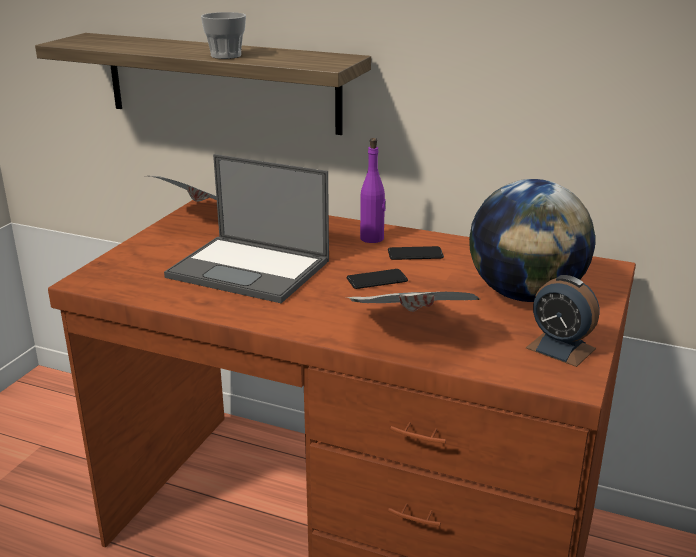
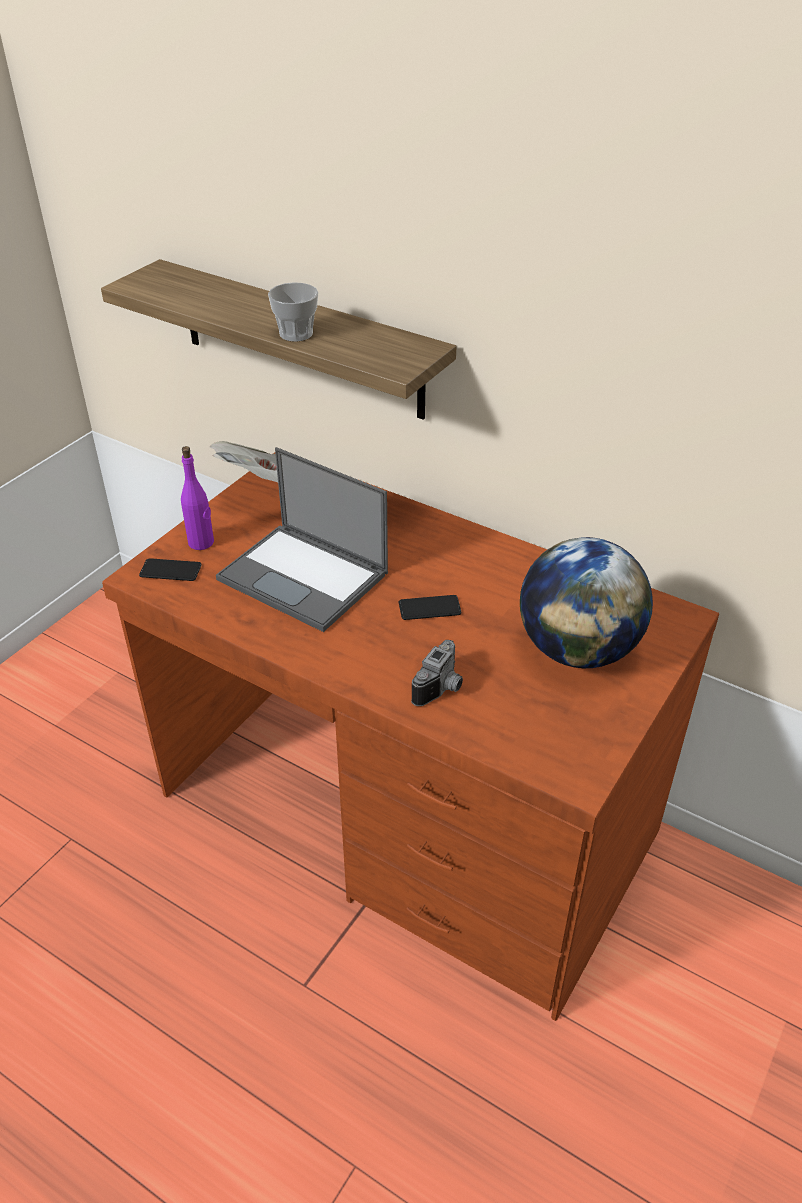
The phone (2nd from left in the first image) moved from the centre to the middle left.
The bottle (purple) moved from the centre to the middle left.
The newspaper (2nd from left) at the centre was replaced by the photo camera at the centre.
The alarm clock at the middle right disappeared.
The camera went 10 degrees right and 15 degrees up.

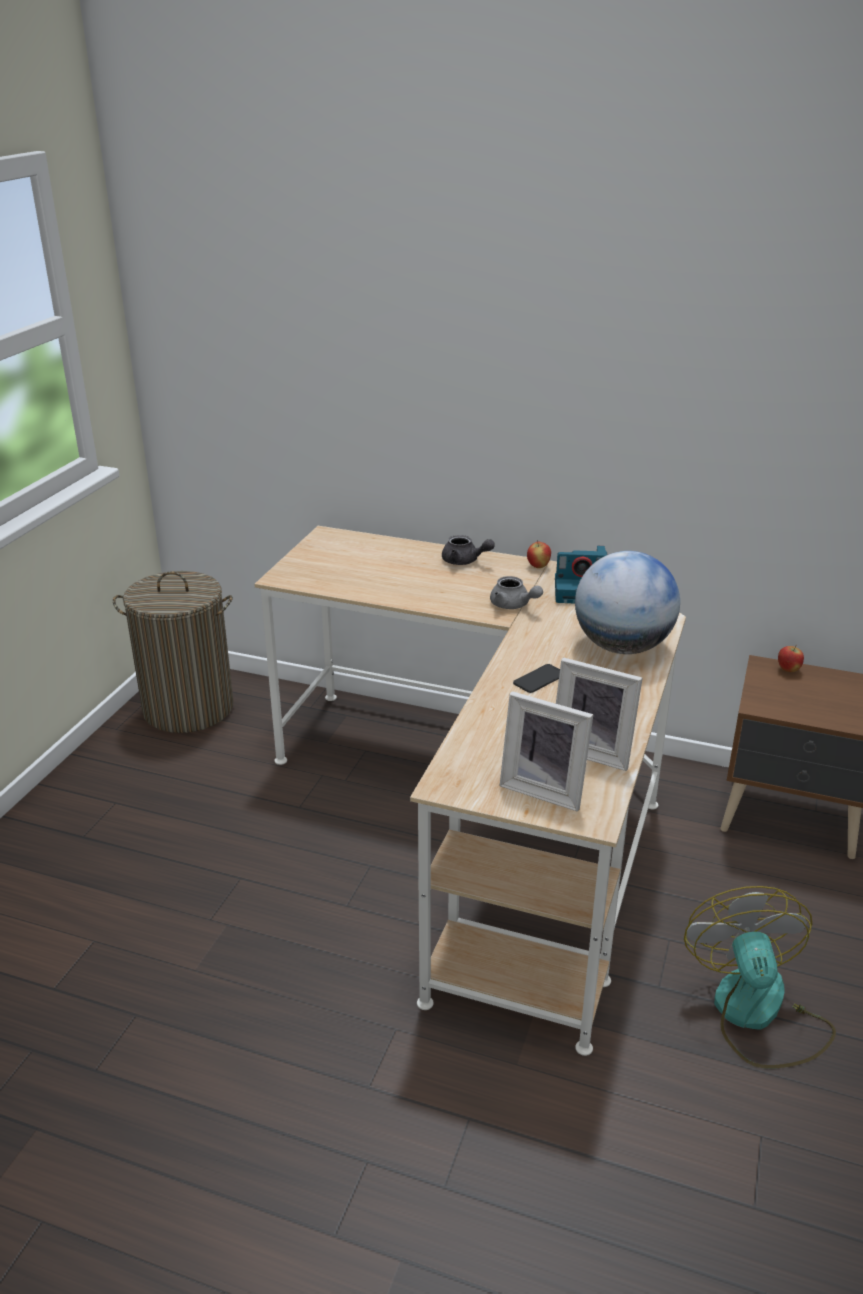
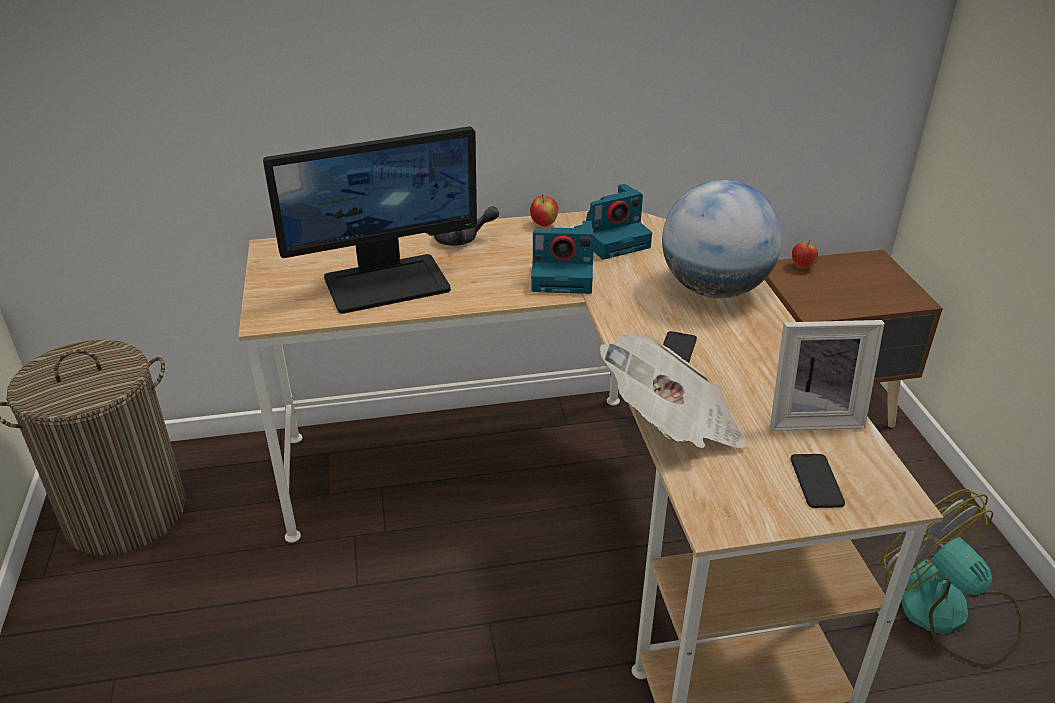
The monitor at the top centre appeared.
The teapot (grey) (2nd from left) at the centre was replaced by the photo camera (1st from left) at the centre.
The newspaper at the centre appeared.
The picture frame (1st from left) at the centre was replaced by the phone (2nd from left) at the bottom right.
The camera went 30 degrees left and 5 degrees up.

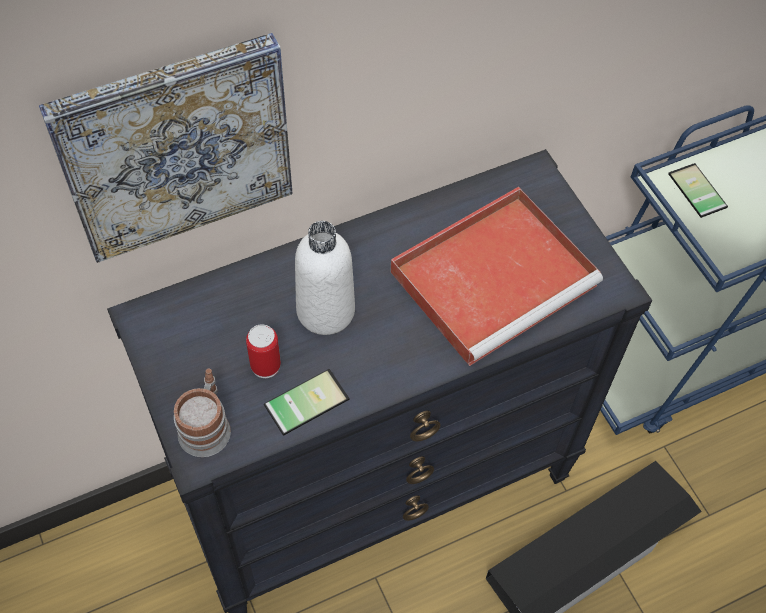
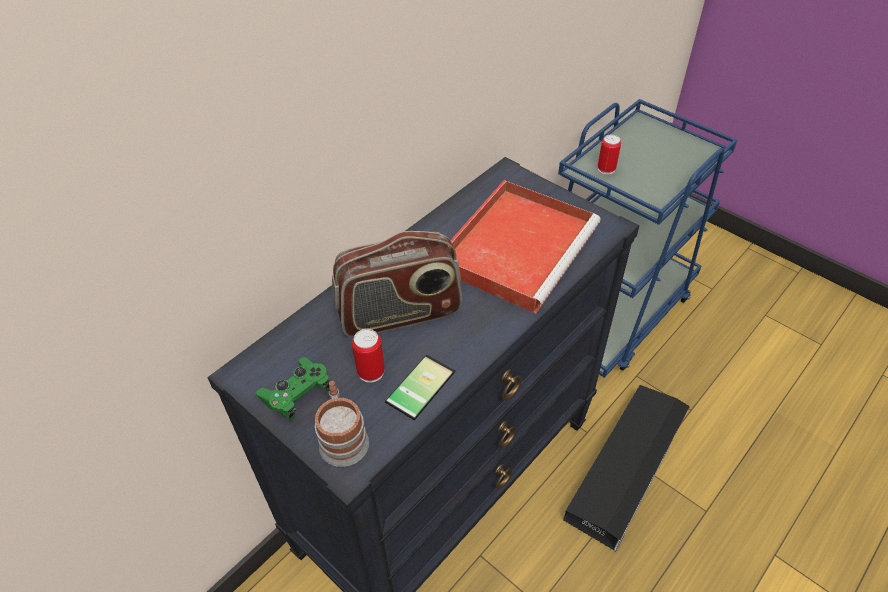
The game controller (green) at the middle left appeared.
The bottle (white) at the centre was replaced by the radio at the centre.
The phone (2nd from left) at the top right was replaced by the can (2nd from left) at the top right.
The picture at the top left disappeared.
The camera went 20 degrees left and 10 degrees down.

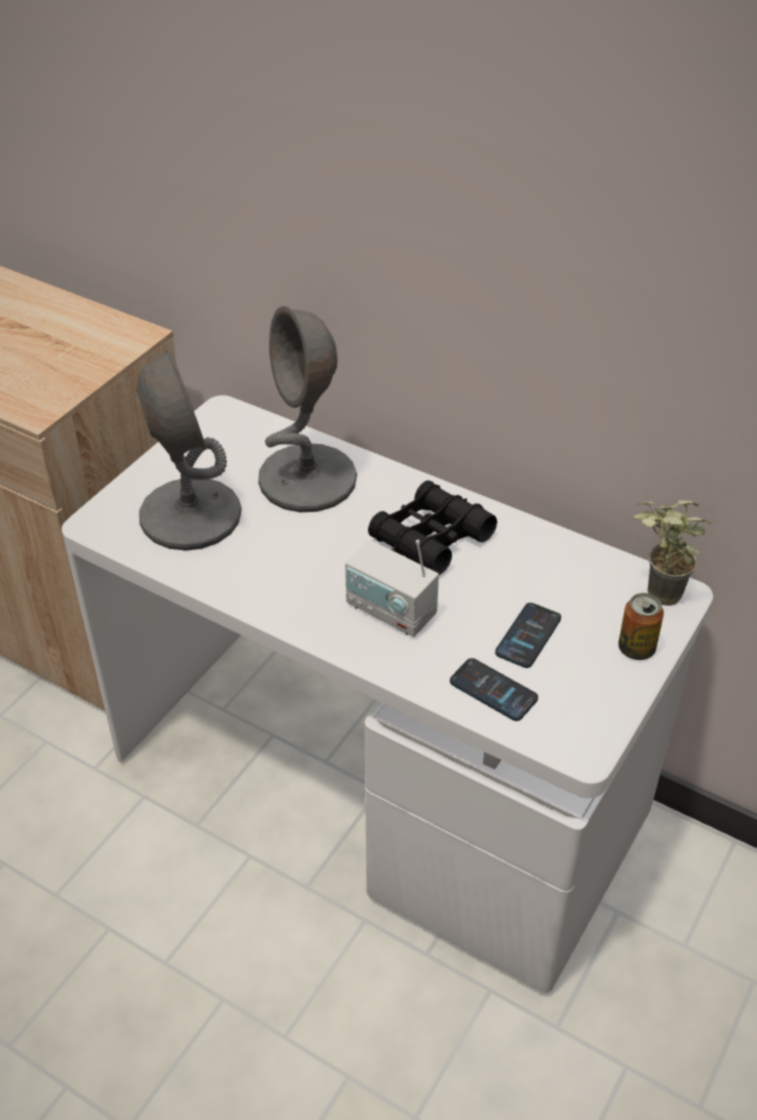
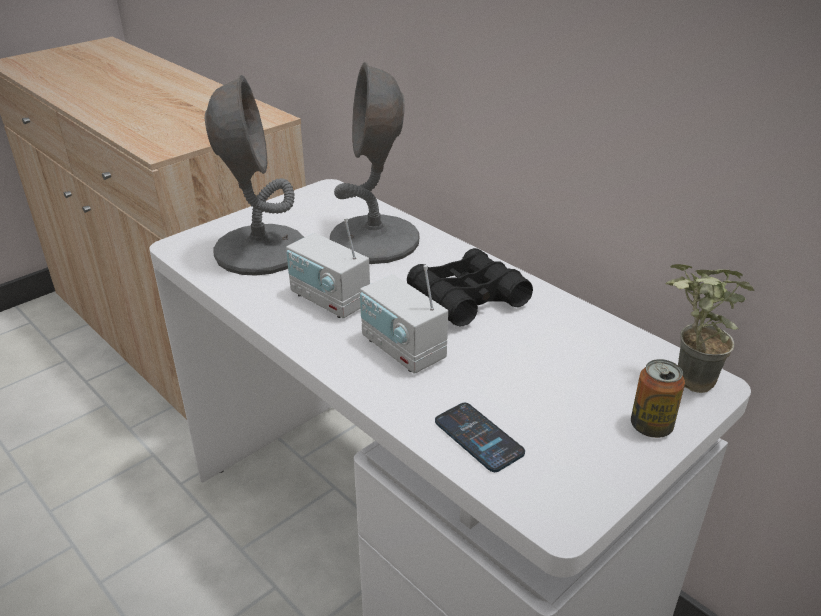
The radio (1st from left) at the centre appeared.
The phone (2nd from left) at the middle right disappeared.
The camera went 15 degrees right and 10 degrees down.

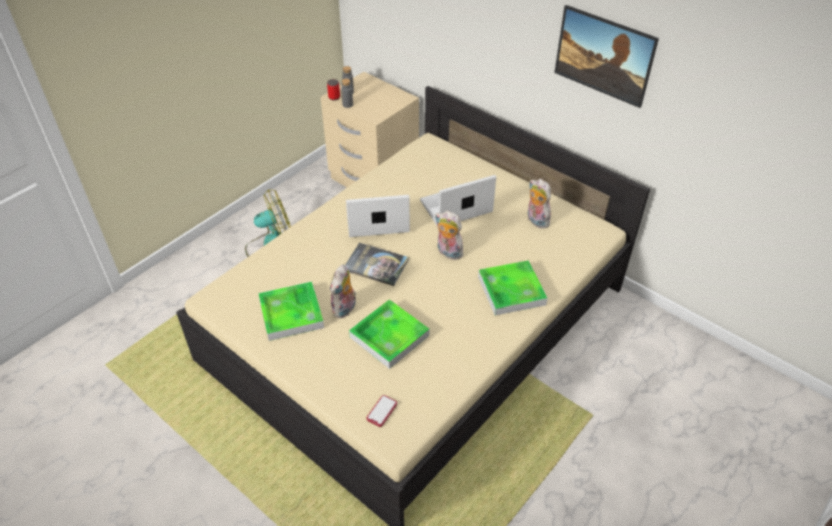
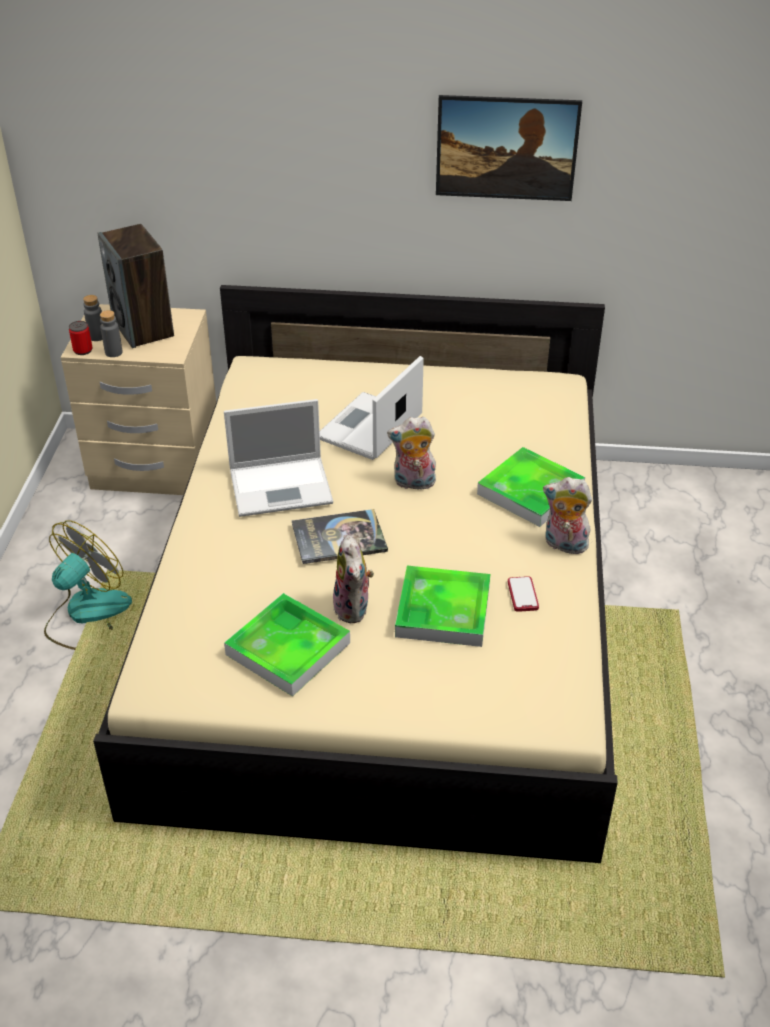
The speaker at the top left appeared.
The laptop (1st from left) at the centre turned 150 degrees counterclockwise.
The phone moved from the bottom centre to the middle right.
The plush toy (3rd from left) moved from the centre to the middle right.
The camera went 35 degrees left and 5 degrees down.

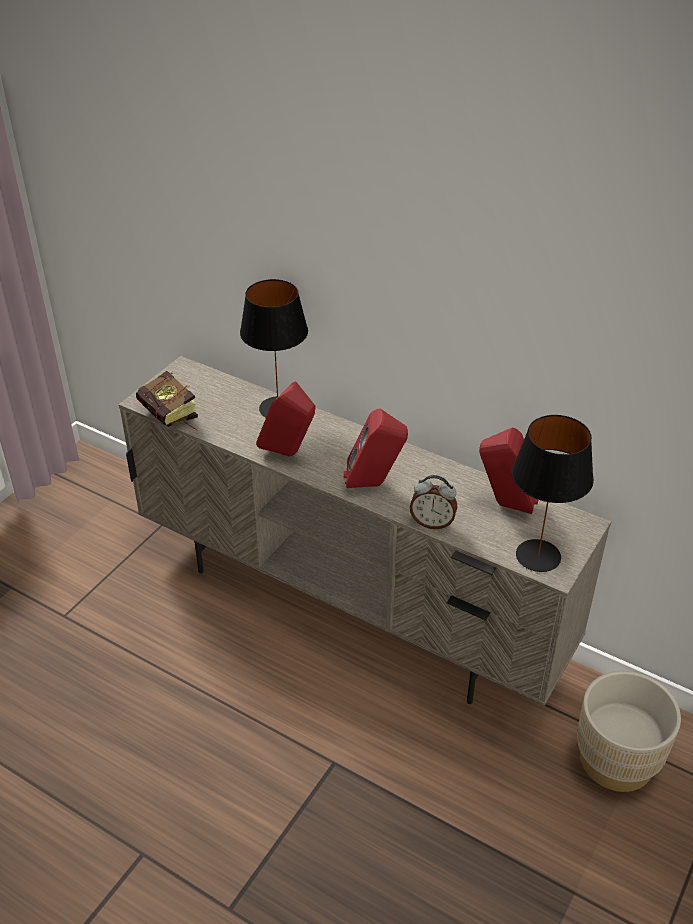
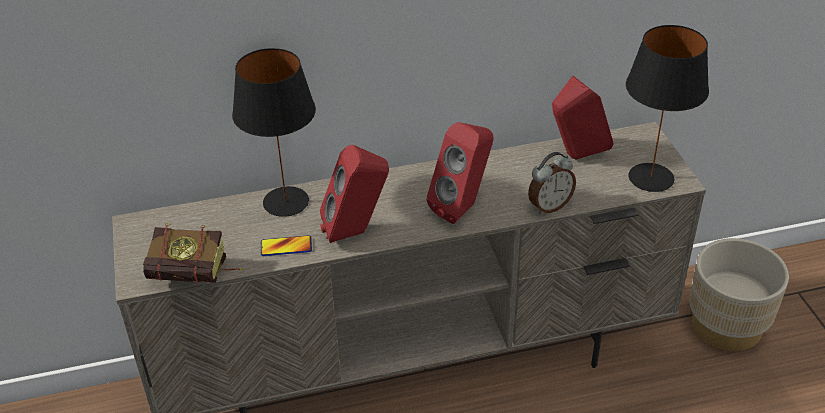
The phone at the centre appeared.
The camera went 45 degrees left and 0 degrees up.

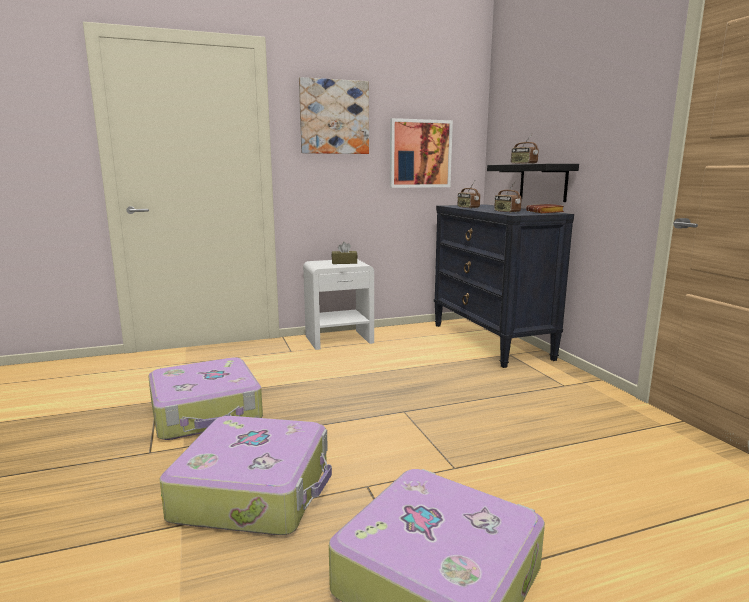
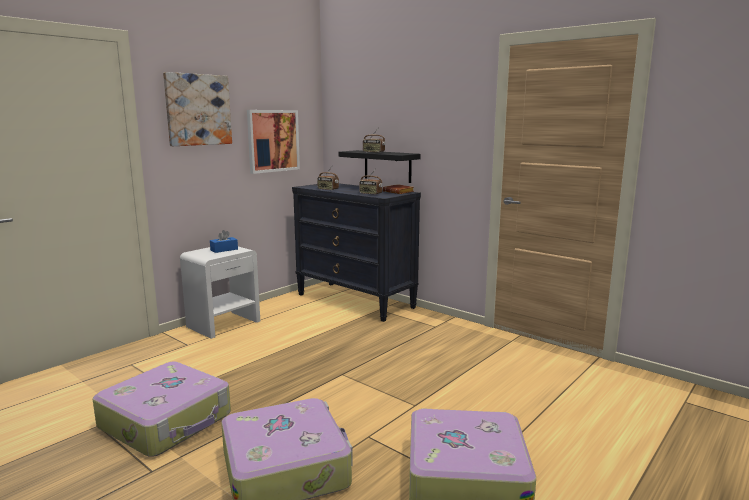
The tissue box (brown) at the centre became the tissue box (blue) at the middle left.
The camera went 30 degrees left and 0 degrees up.

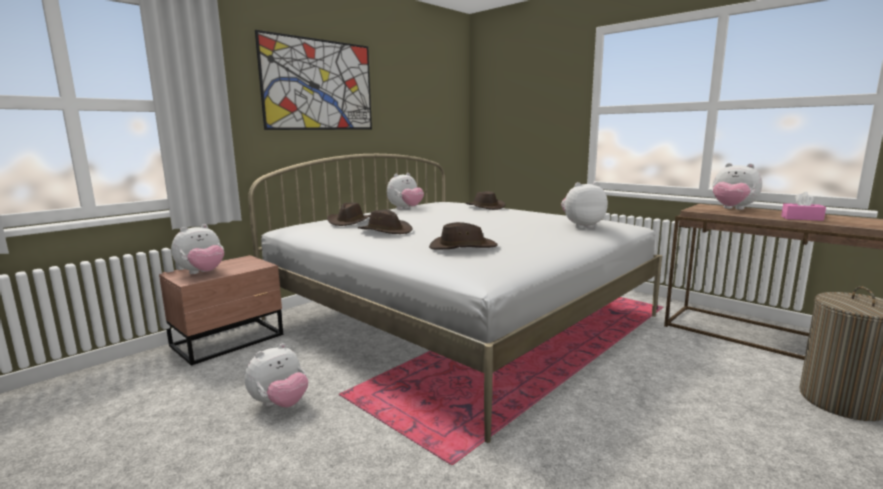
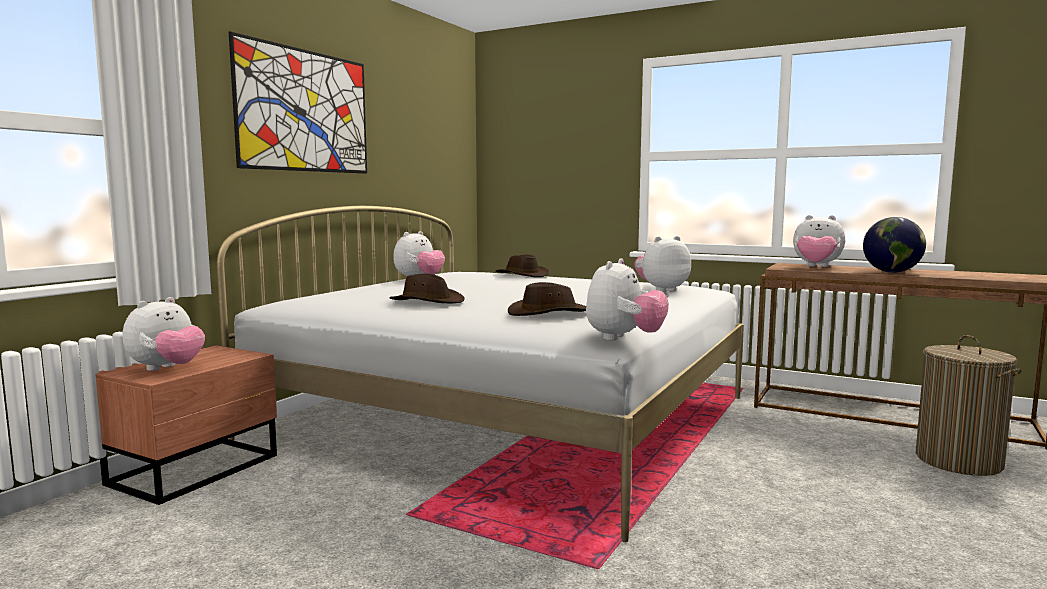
The plush toy (2nd from left in the first image) moved from the bottom left to the centre.
The tissue box (pink) at the middle right was replaced by the globe at the middle right.
The hat (brown) (1st from left) at the centre disappeared.
The camera went 15 degrees left and 5 degrees down.

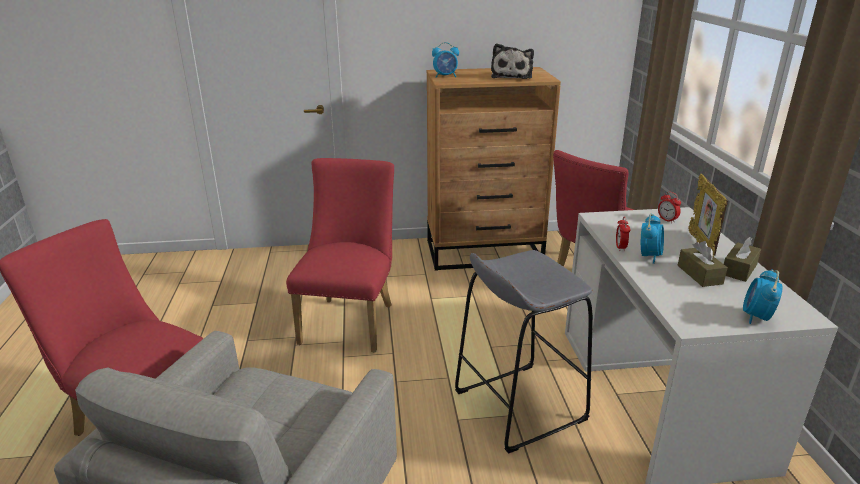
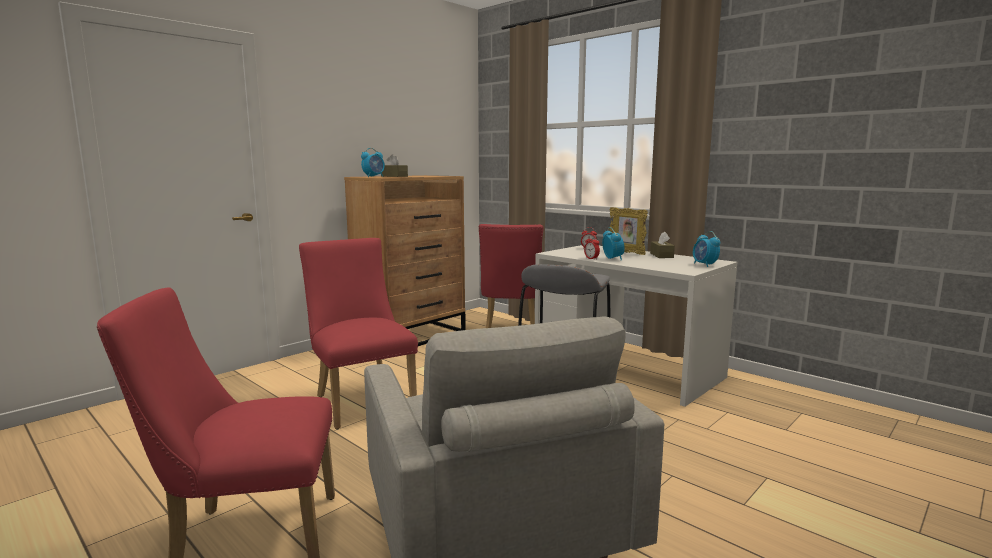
The tissue box (brown) (1st from left) moved from the middle right to the top centre.
The plush toy at the top centre disappeared.
The camera went 40 degrees left and 15 degrees down.

